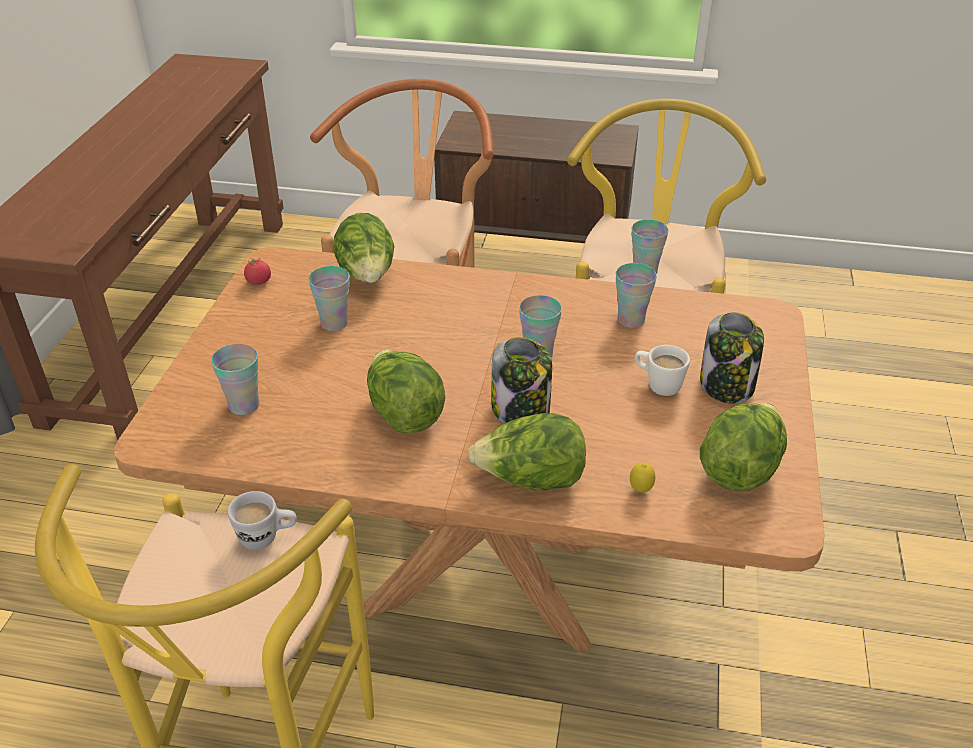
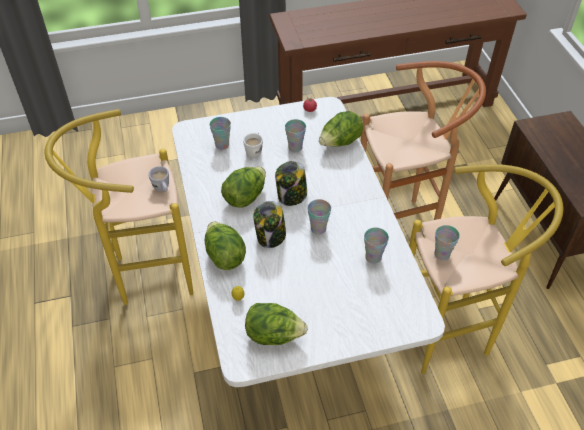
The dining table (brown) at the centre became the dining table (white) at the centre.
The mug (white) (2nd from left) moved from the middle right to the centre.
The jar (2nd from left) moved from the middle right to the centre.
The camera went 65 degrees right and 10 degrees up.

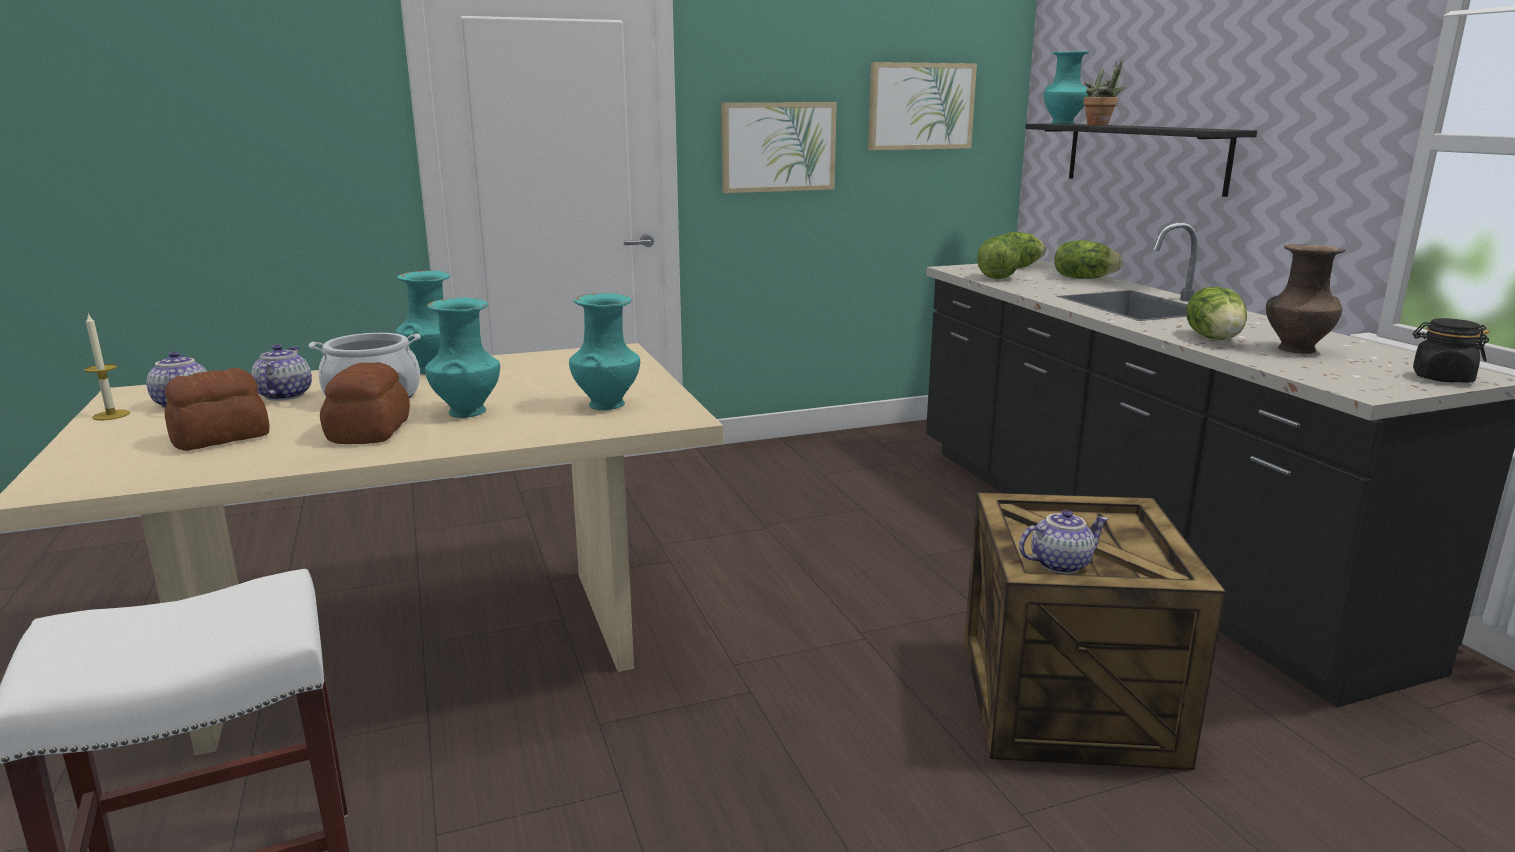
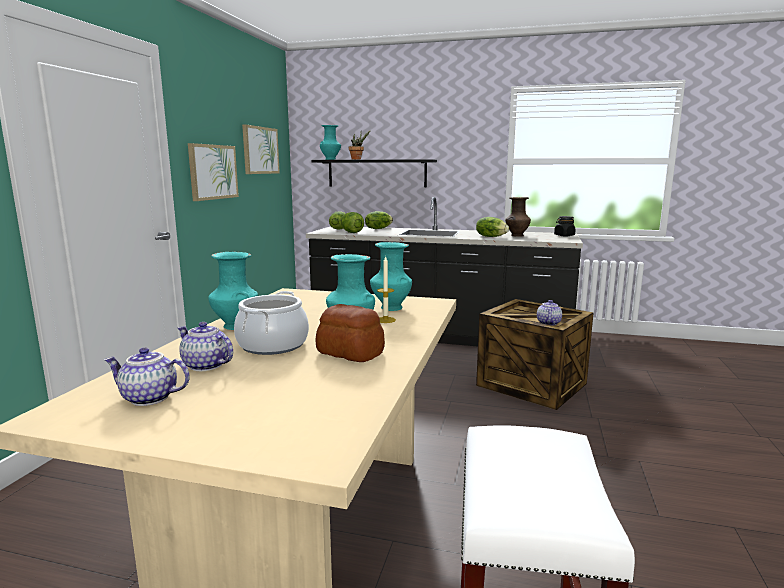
The candle moved from the middle left to the centre.
The bread (1st from left) at the middle left disappeared.
The camera went 55 degrees left and 5 degrees down.

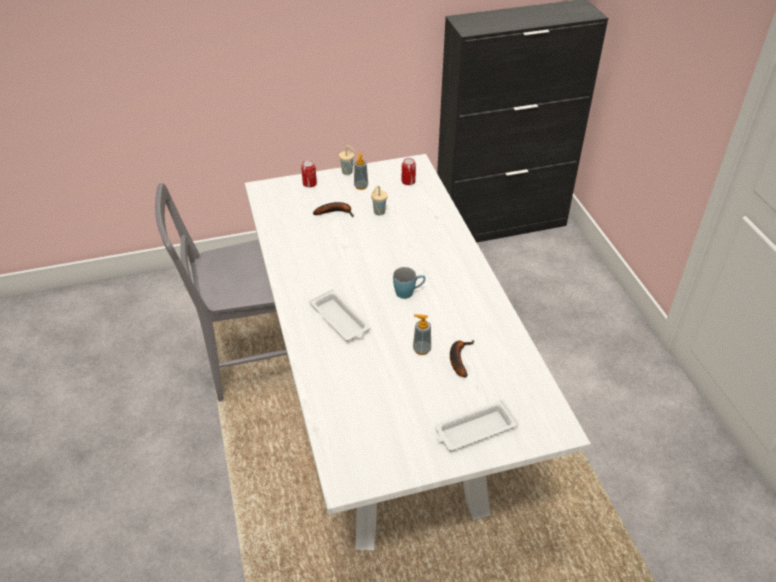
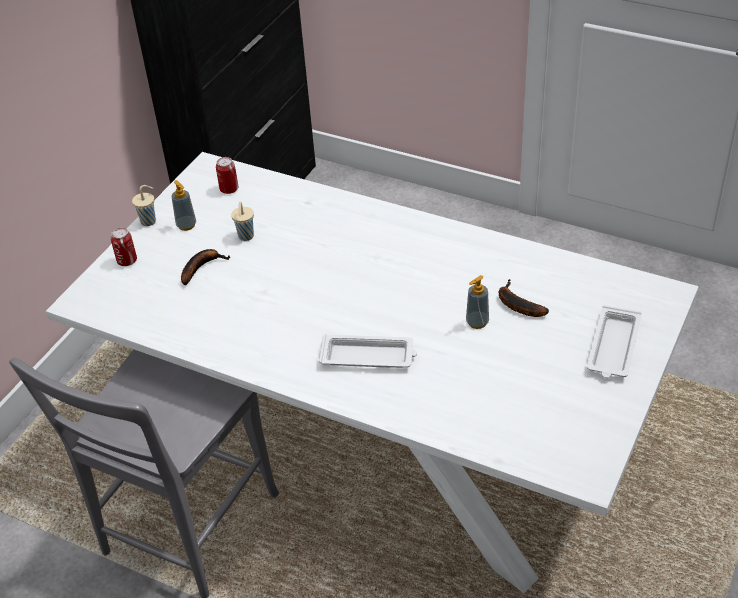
The mug (blue) at the centre disappeared.
The camera went 45 degrees left and 0 degrees up.

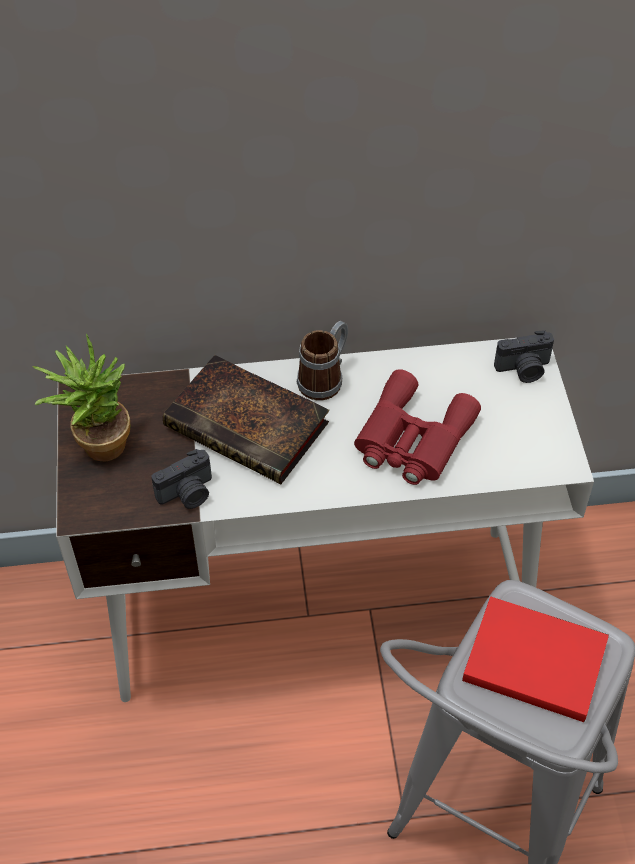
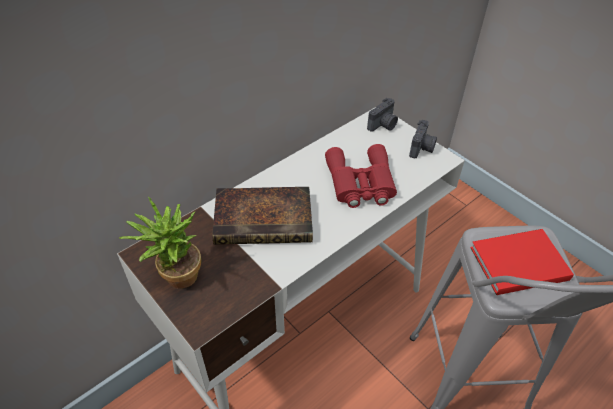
The photo camera (1st from left in the first image) moved from the middle left to the middle right.
The mug at the centre disappeared.
The camera went 35 degrees left and 5 degrees down.

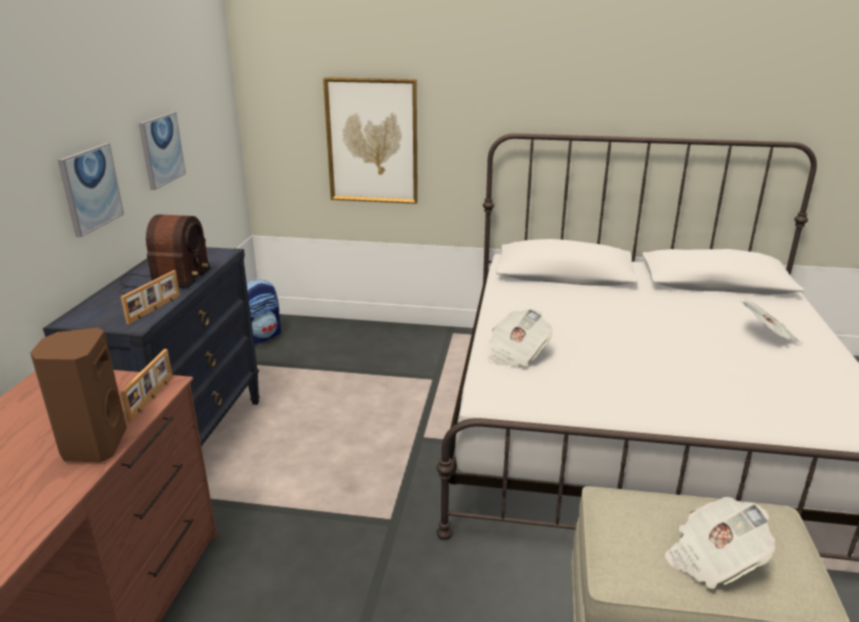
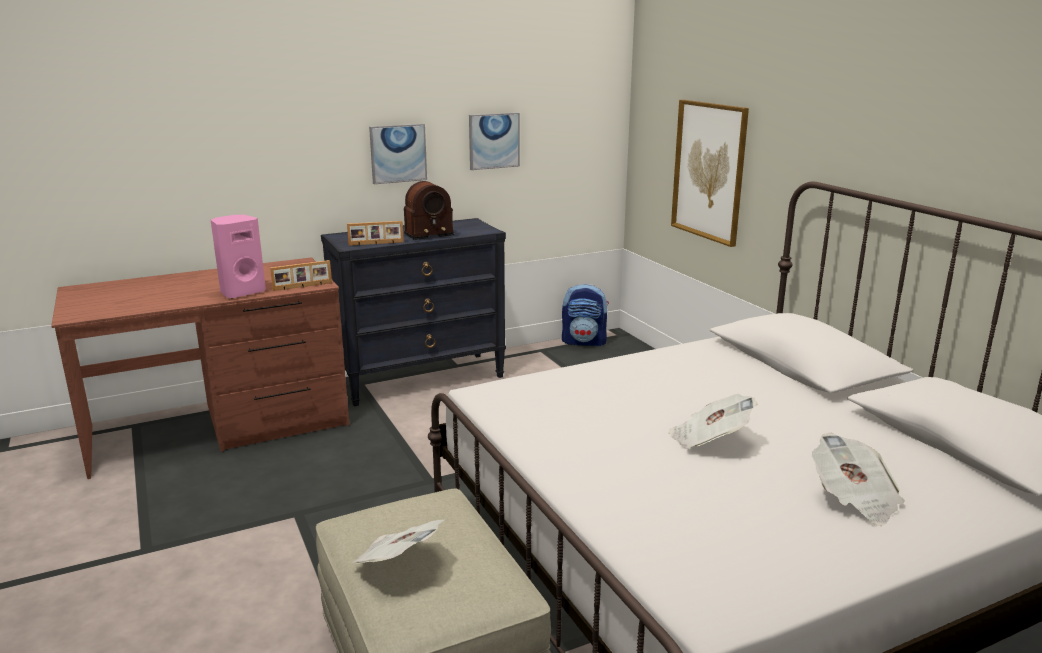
The speaker (brown) at the middle left became the speaker (pink) at the middle left.
The newspaper (1st from left in the first image) moved from the centre to the middle right.
The camera went 55 degrees right and 5 degrees down.

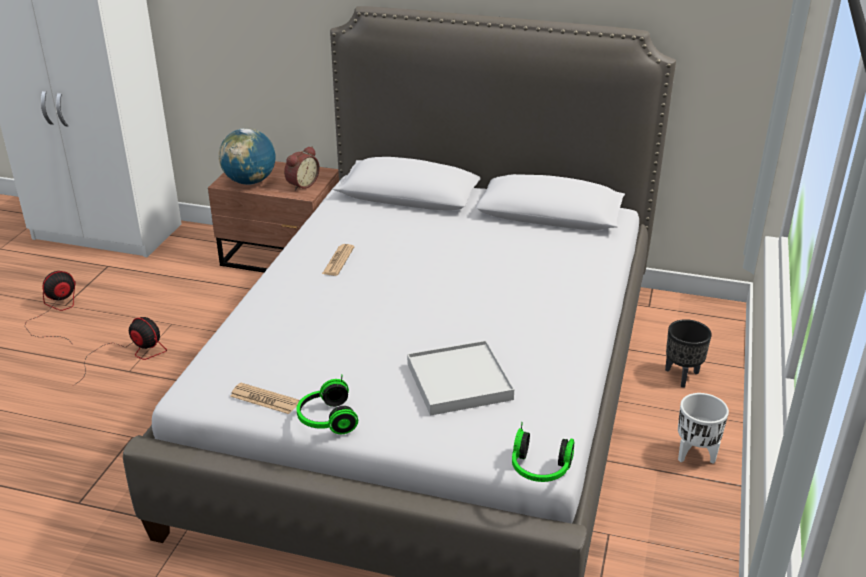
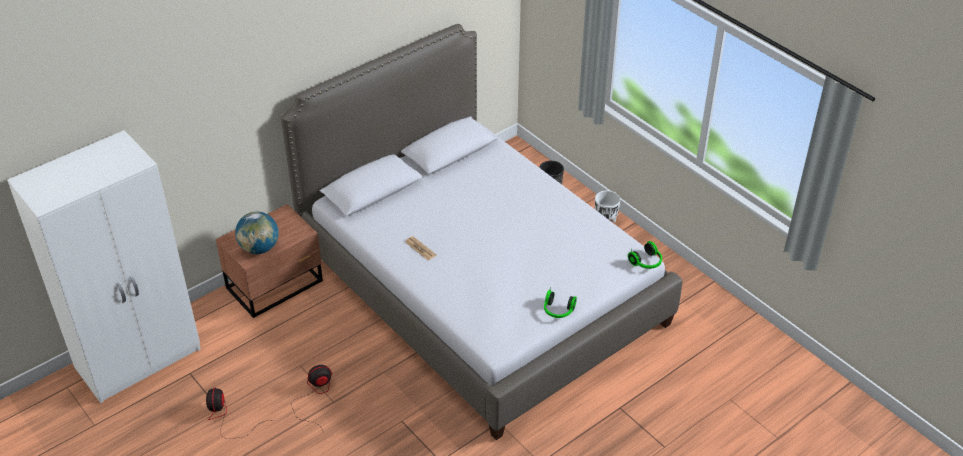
The newspaper (1st from left) at the bottom left disappeared.
The alarm clock at the top centre disappeared.
The tray (white) at the centre disappeared.
The camera went 55 degrees left and 10 degrees up.

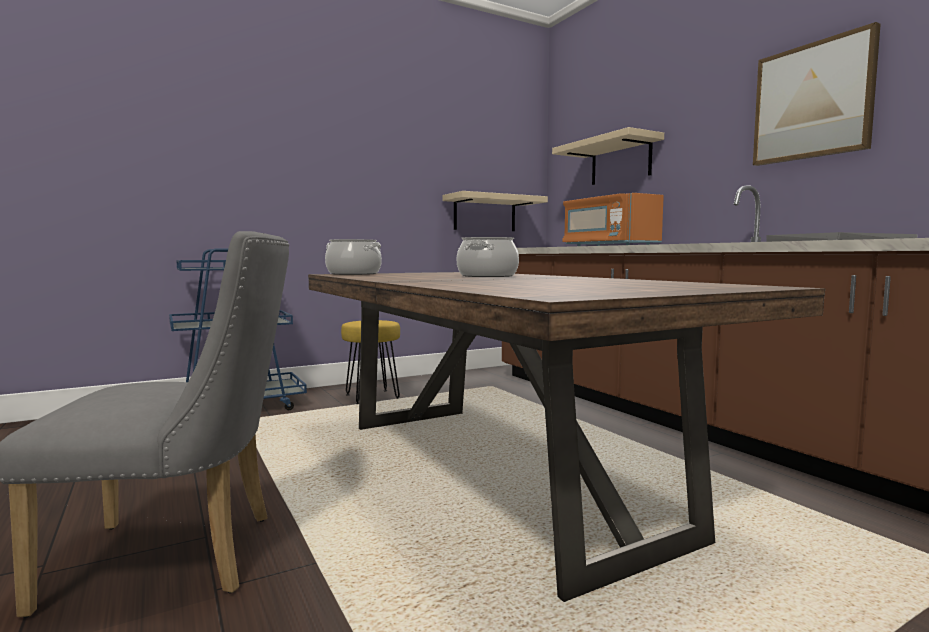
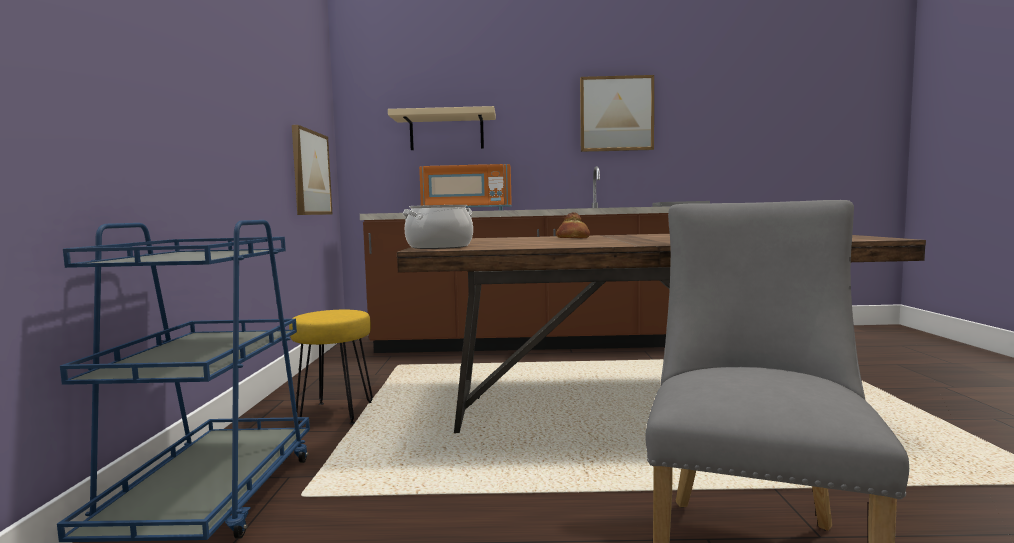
The shelf (beige) (1st from left) at the centre was replaced by the picture (1st from left) at the top left.
The cooking pot (2nd from left) at the centre was replaced by the bread at the centre.
The camera went 60 degrees left and 0 degrees up.

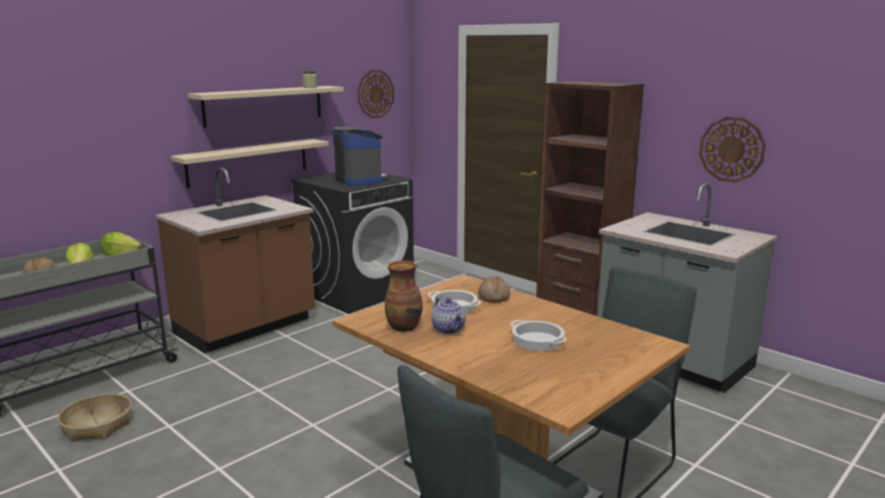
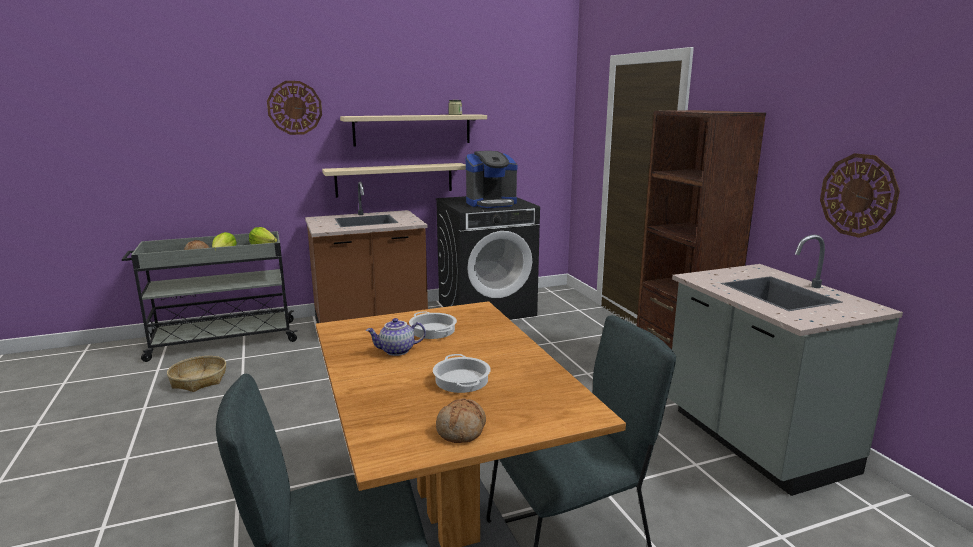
The wall clock (1st from left) moved from the top centre to the top left.
The teapot at the centre turned 75 degrees clockwise.
The bread (2nd from left) moved from the centre to the bottom centre.
The coffee machine at the top centre turned 75 degrees clockwise.
The vase at the centre disappeared.
The camera went 25 degrees right and 0 degrees up.

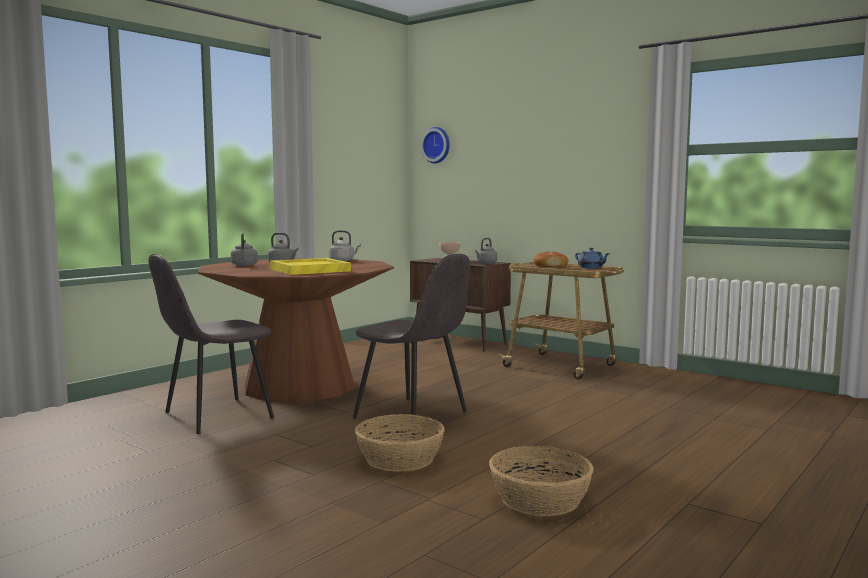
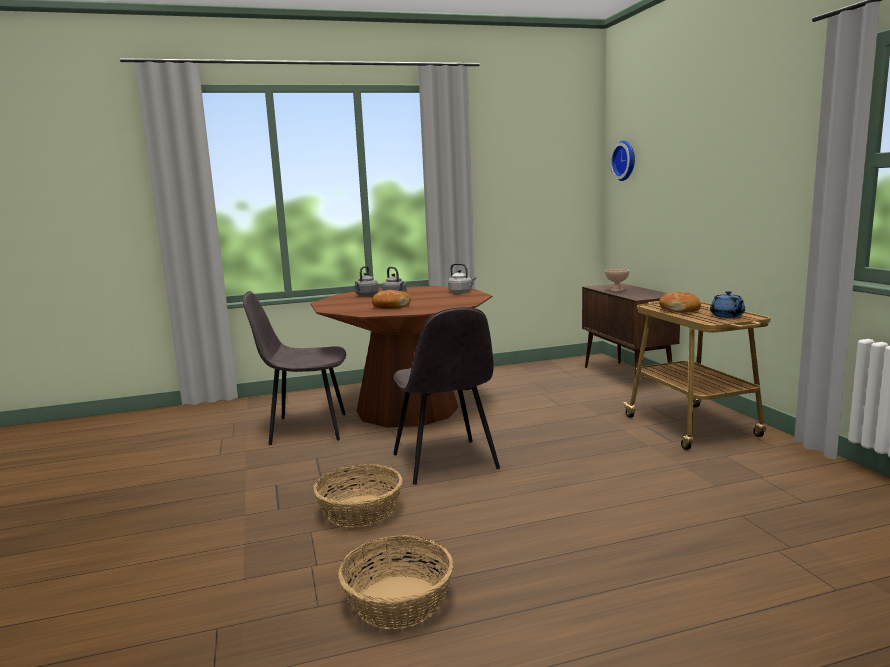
The tray (yellow) at the centre was replaced by the bread (1st from left) at the centre.
The kettle (grey) (4th from left) at the centre disappeared.
The camera went 35 degrees right and 5 degrees up.

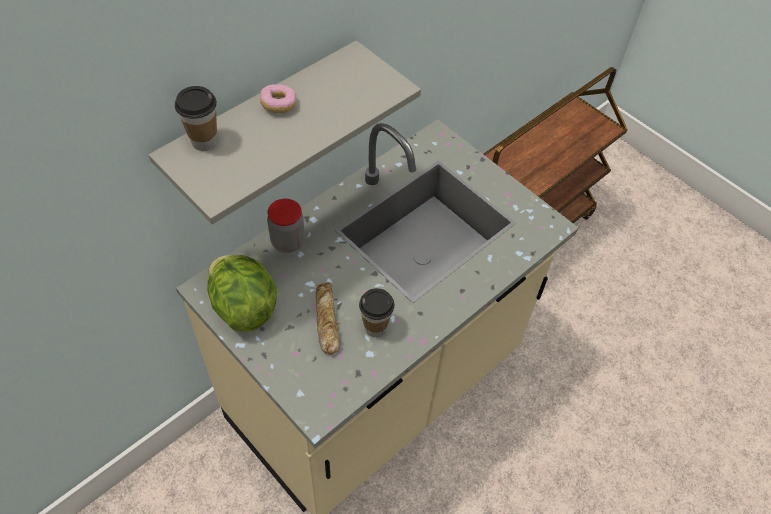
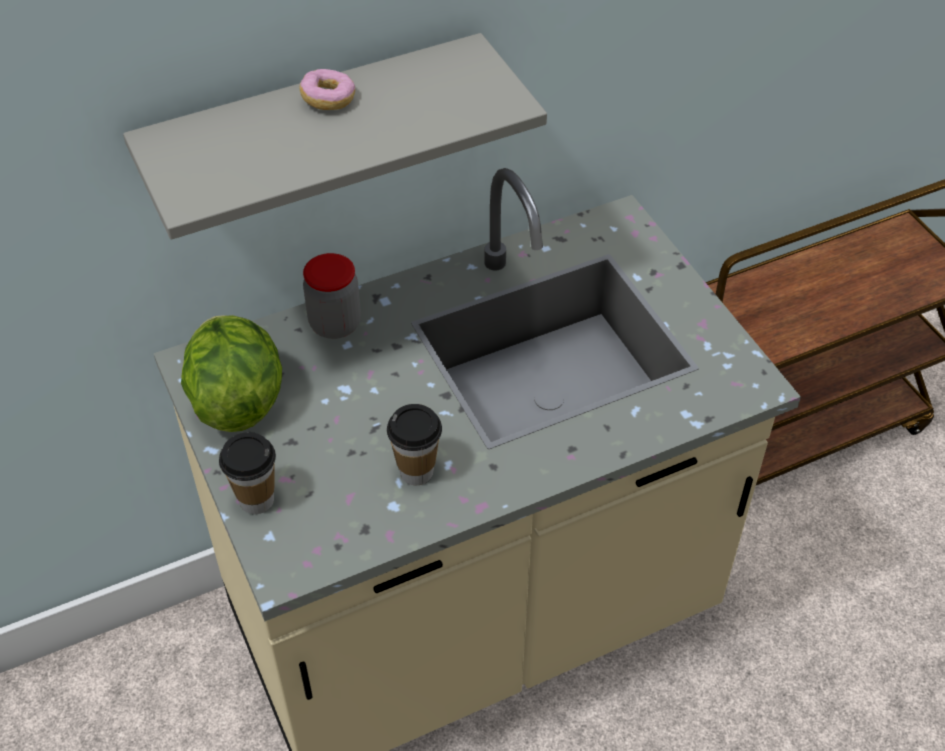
The cup (1st from left) moved from the top left to the middle left.
The bread at the centre disappeared.
The camera went 20 degrees right and 5 degrees down.

